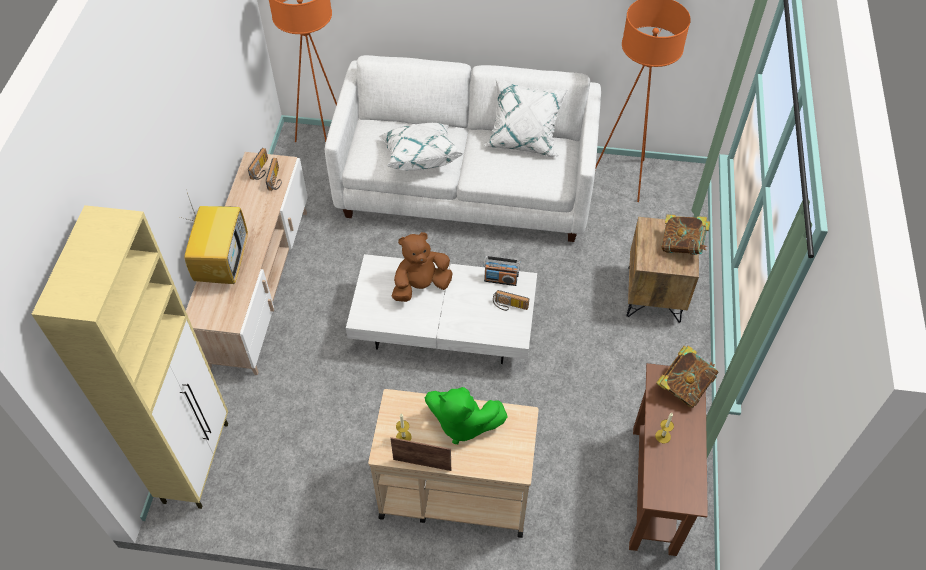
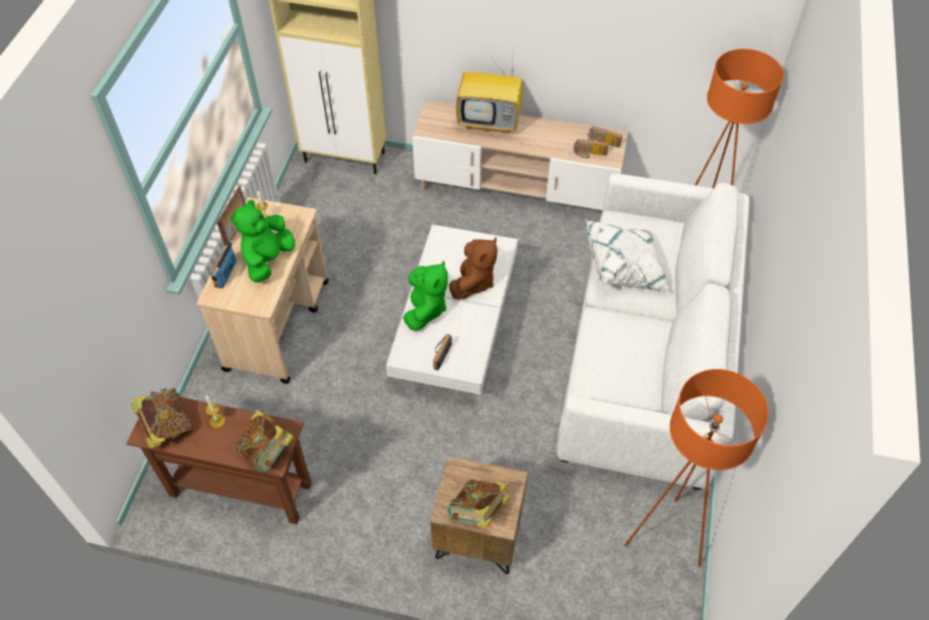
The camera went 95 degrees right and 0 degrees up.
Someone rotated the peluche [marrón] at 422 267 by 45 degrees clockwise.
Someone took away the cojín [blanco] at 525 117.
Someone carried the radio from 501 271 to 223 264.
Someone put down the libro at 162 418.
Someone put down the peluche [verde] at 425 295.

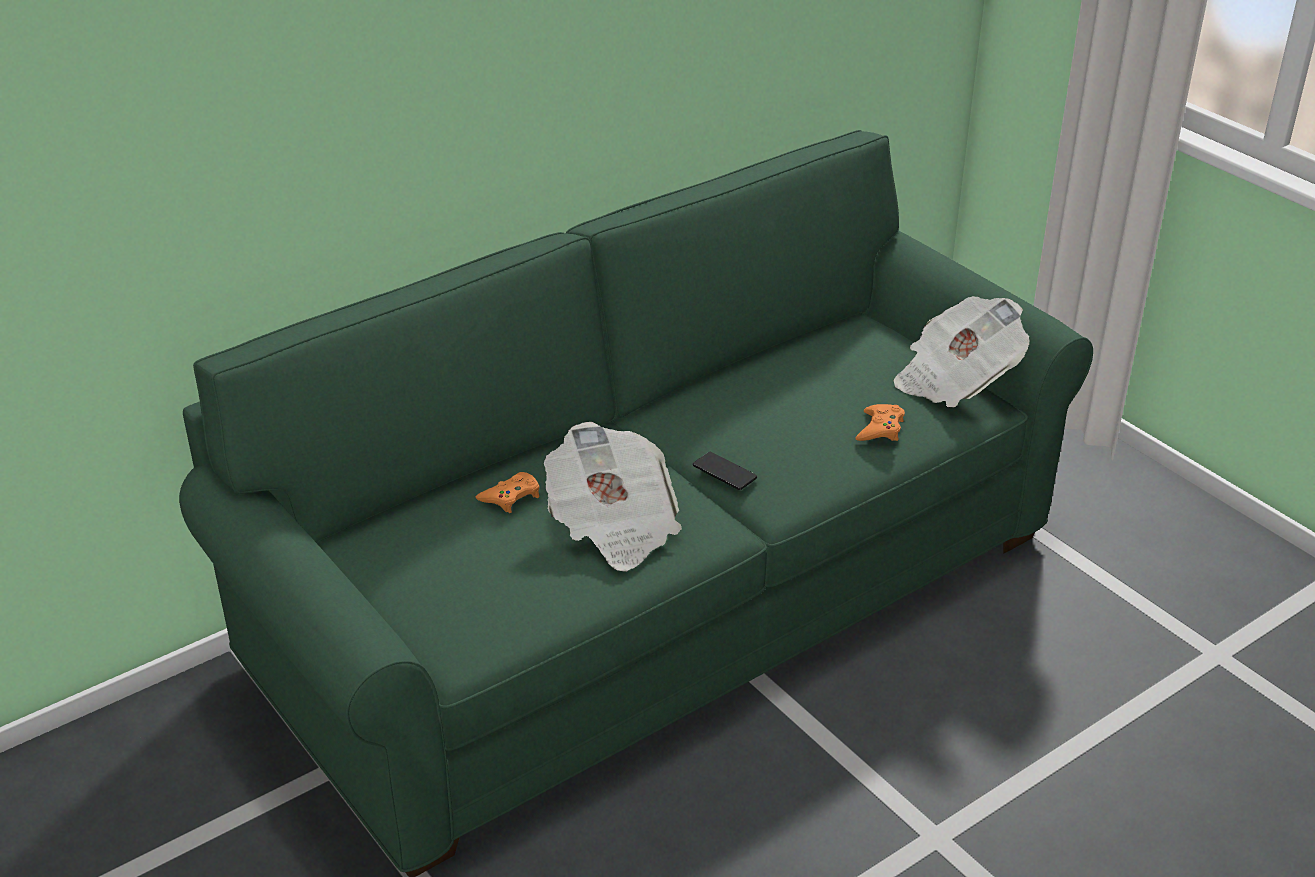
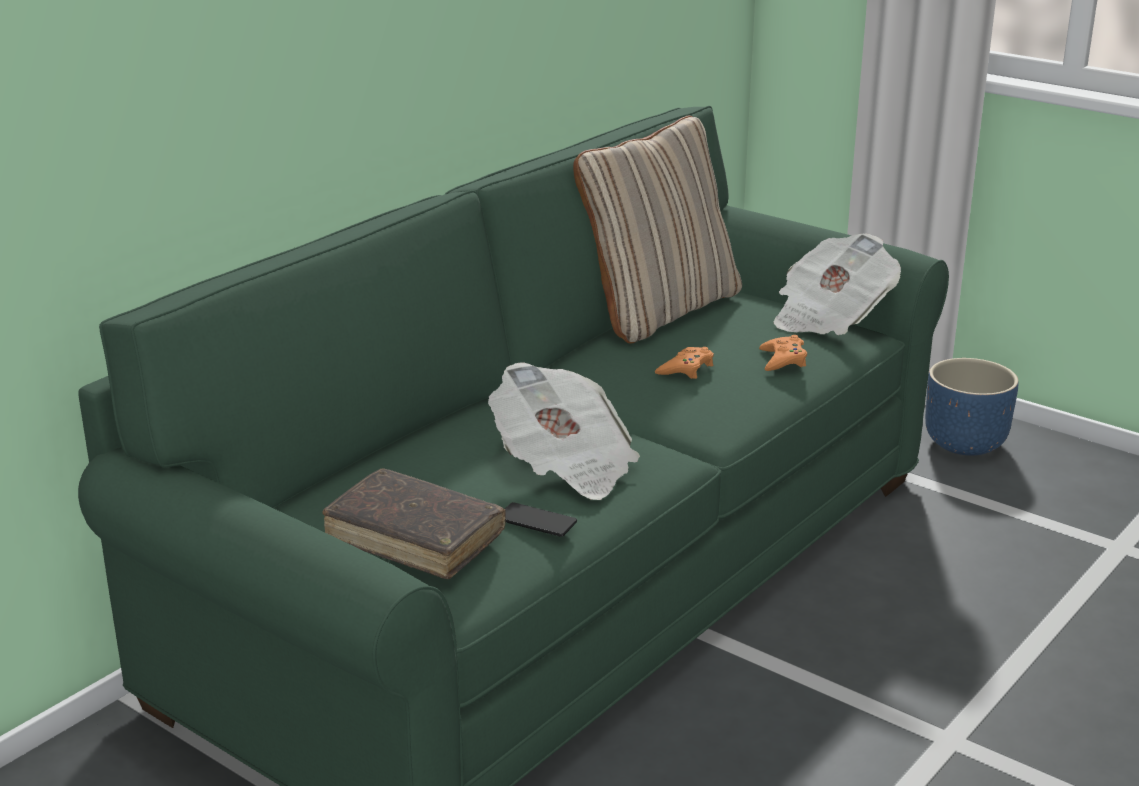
The camera went 15 degrees left and 10 degrees down.
Someone carried the mando de consola [naranja] from 507 492 to 684 363.
Someone carried the móvil from 725 471 to 541 519.
Someone put down the libro [marrón] at 414 523.
Someone put down the cojín [beis] at 657 230.
Someone put down the maceta [azul] at 972 407.

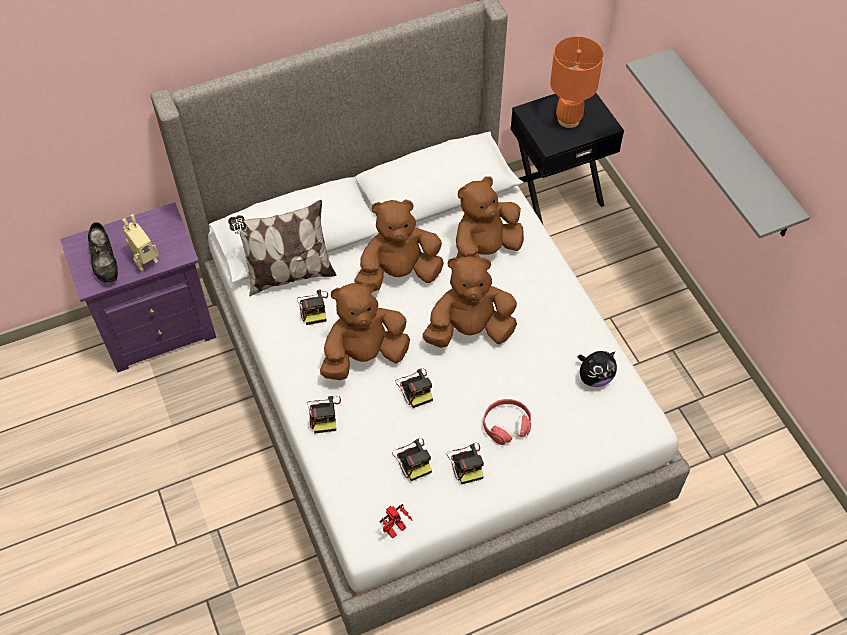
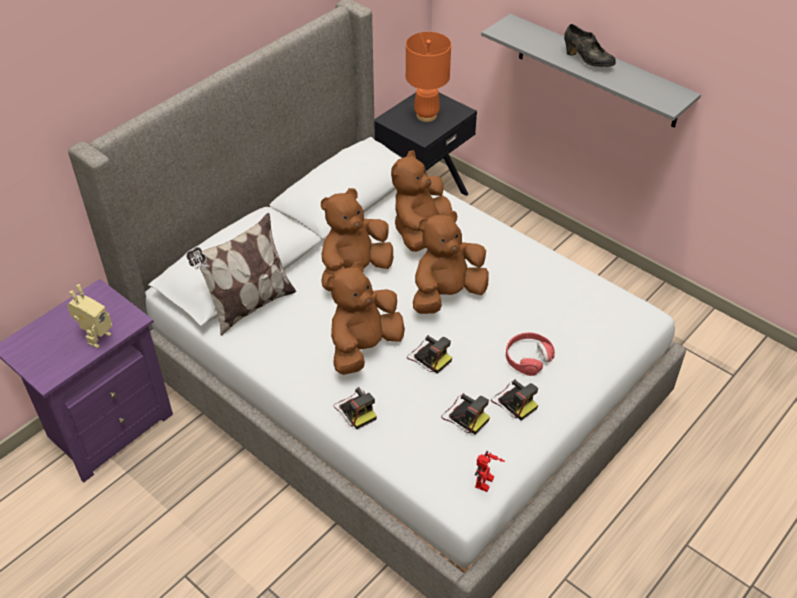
The camera went 25 degrees left and 10 degrees down.
Someone carried the zapato [negro] from 103 252 to 590 45.
Someone took away the cámara at 312 307.
Someone took away the peluche at 597 369.

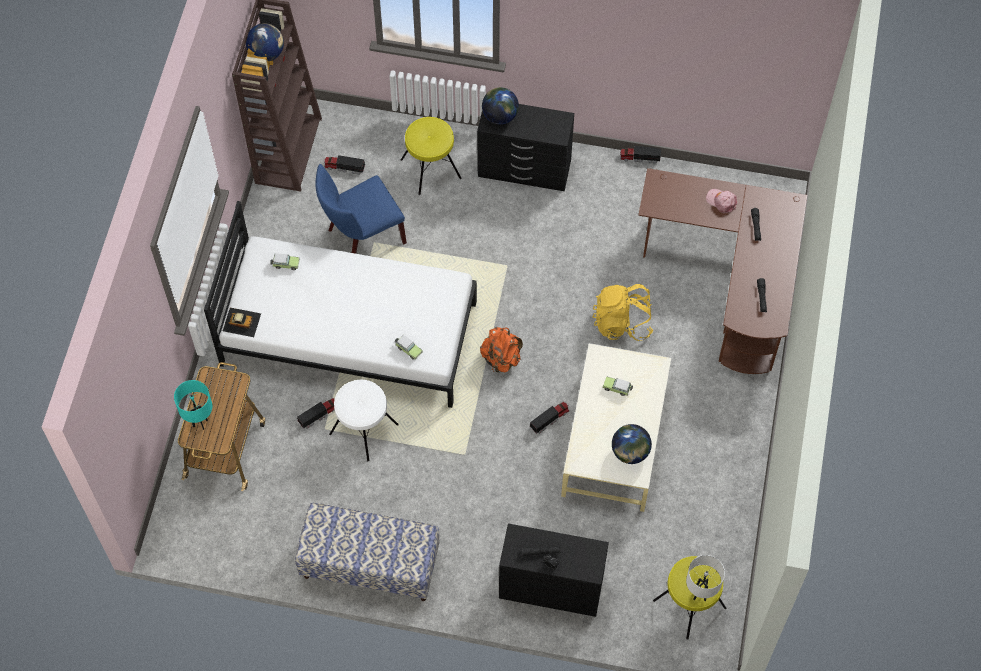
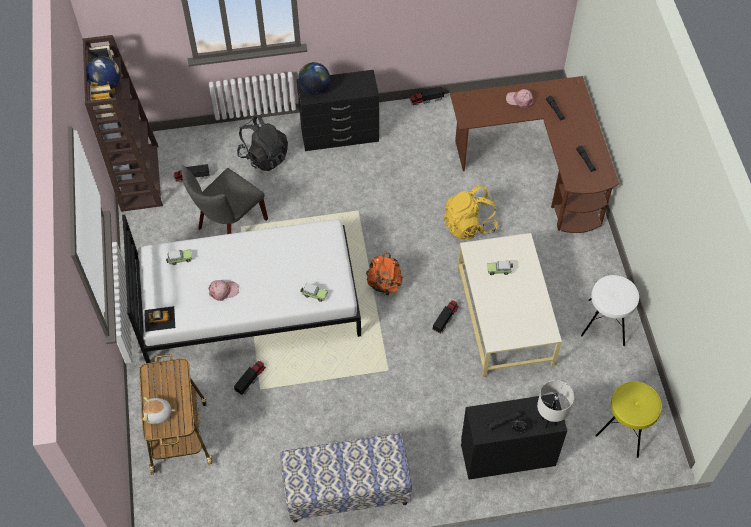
The camera went 20 degrees left and 5 degrees down.
Someone swapped the lámpara de mesa [turquesa] at 193 405 for the peluche at 159 410.
Someone repainted the silla [azul] at 361 209, which became the silla [gris] at 224 199.
Someone carried the taburete [blanco] from 364 420 to 610 310.
Someone swapped the taburete [amarillo] at 431 156 for the mochila [negro] at 262 143.
Someone took away the globo terráqueo at 632 444.
Someone carried the lámpara de mesa [blanco] from 705 578 to 555 404.
Someone put down the gorra [rosa] at 223 290.

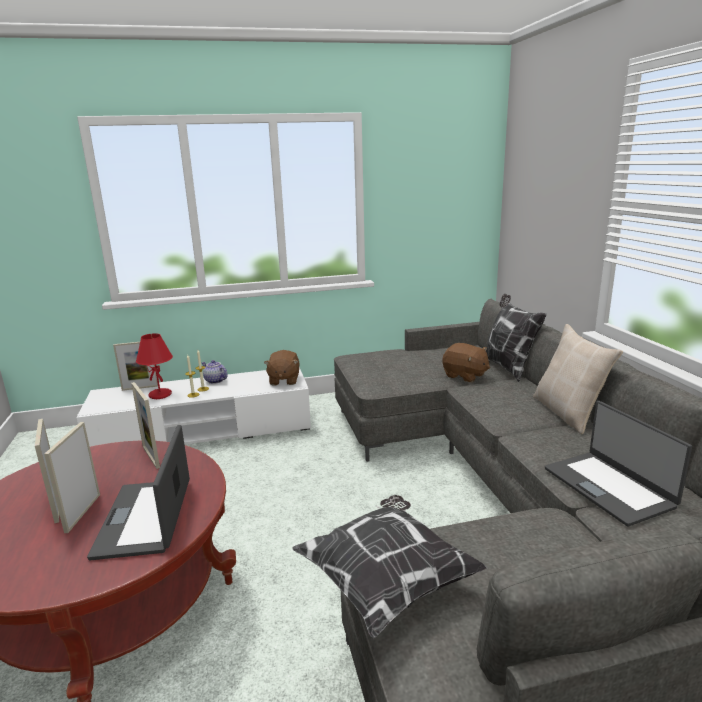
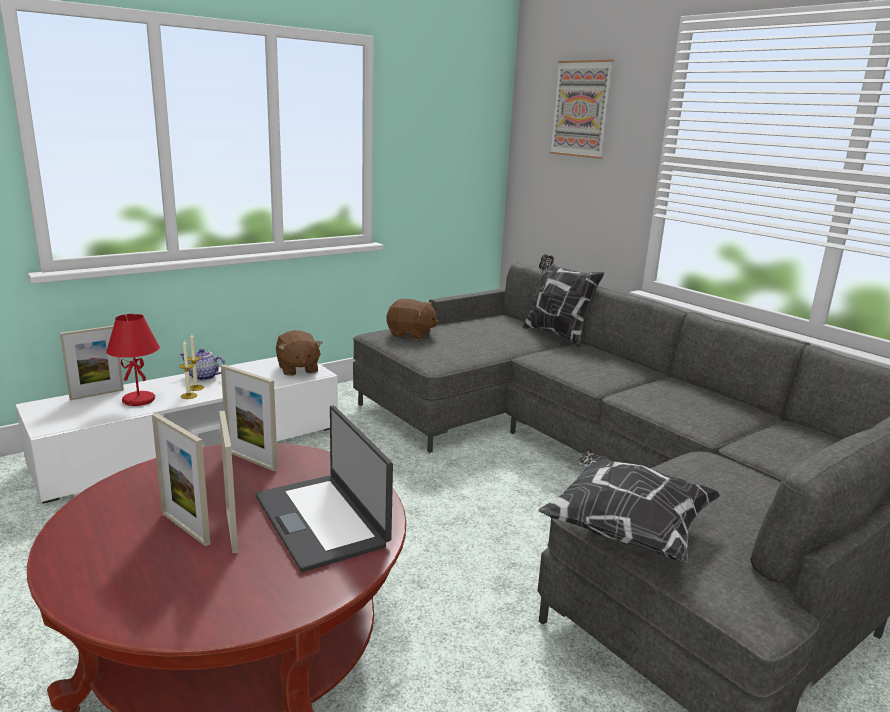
The camera went 25 degrees left and 0 degrees up.
Someone carried the peluche [marrón] from 466 362 to 412 319.
Someone took away the cojín [beis] at 578 379.
Someone took away the portátil at 618 464.
Someone put up the cuadro at 582 109.

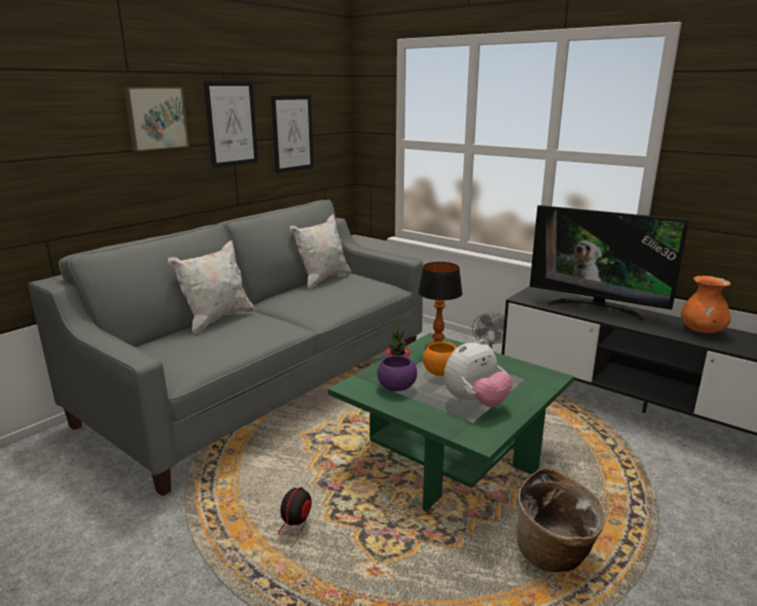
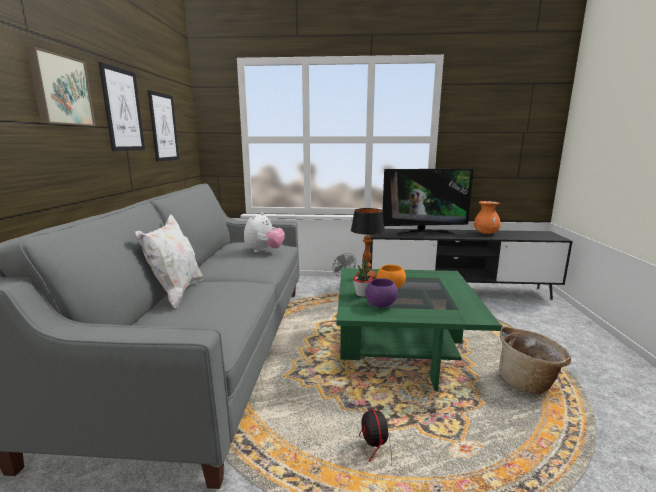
The camera went 35 degrees left and 5 degrees down.
Someone took away the cojín [blanco] at 320 251.
Someone carried the peluche from 478 373 to 264 232.

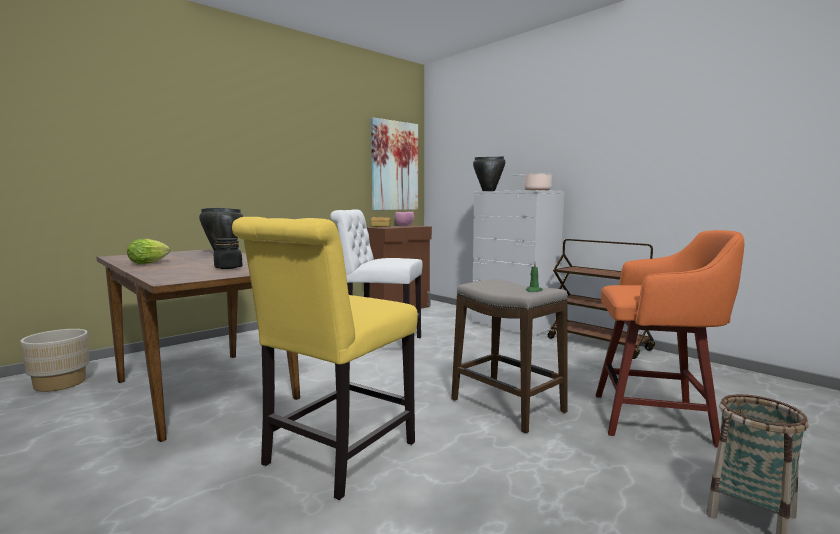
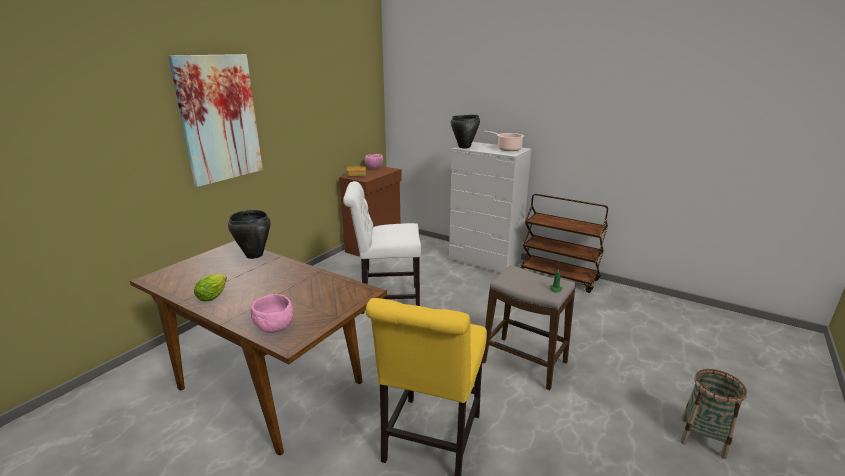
The camera went 15 degrees left and 15 degrees up.
Someone took away the maceta [beis] at 54 360.
Someone took away the tarro [negro] at 228 253.
Someone carried the cuadro from 394 163 to 215 120.
Someone took away the taburete [naranja] at 670 339.
Someone put down the cuenco [rosa] at 272 313.

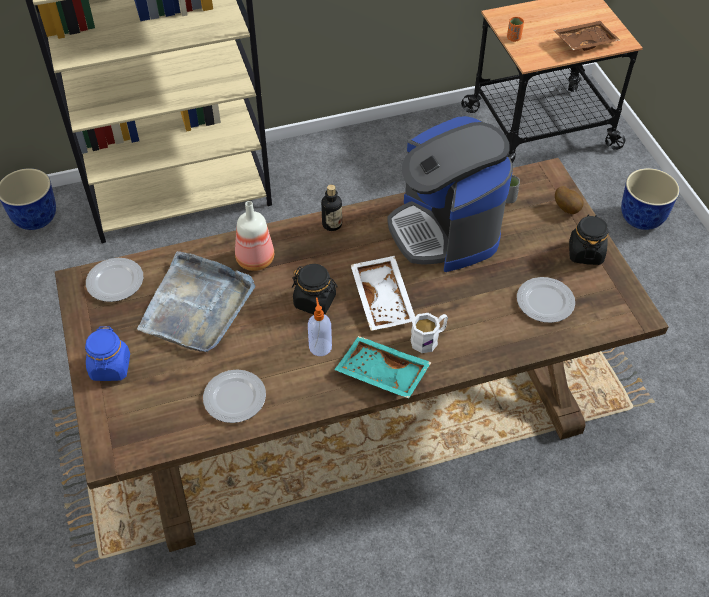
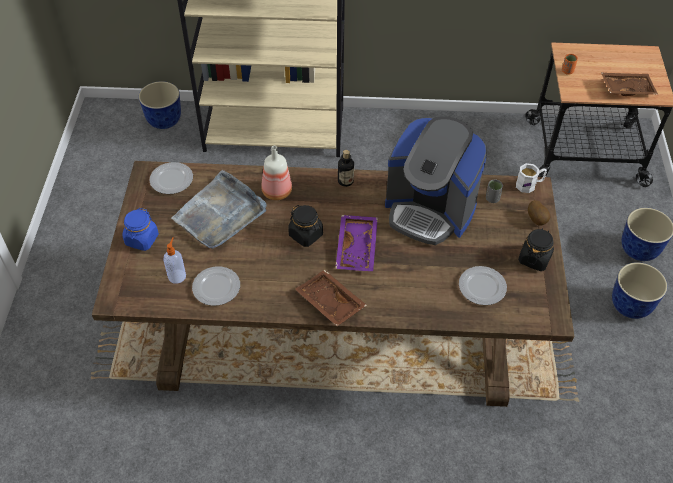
The camera went 20 degrees right and 0 degrees up.
Someone carried the dispensador de jabón from 320 326 to 174 260.
Someone repainted the bandeja [turquesa] at 383 367, which became the bandeja [marrón] at 331 298.
Someone repainted the bandeja [blanco] at 383 293, which became the bandeja [morado] at 356 243.
Someone rotated the cafetera at 450 194 by 60 degrees counterclockwise.
Someone carried the taza grande [blanco] from 429 333 to 531 178.
Someone put down the maceta at 639 290.

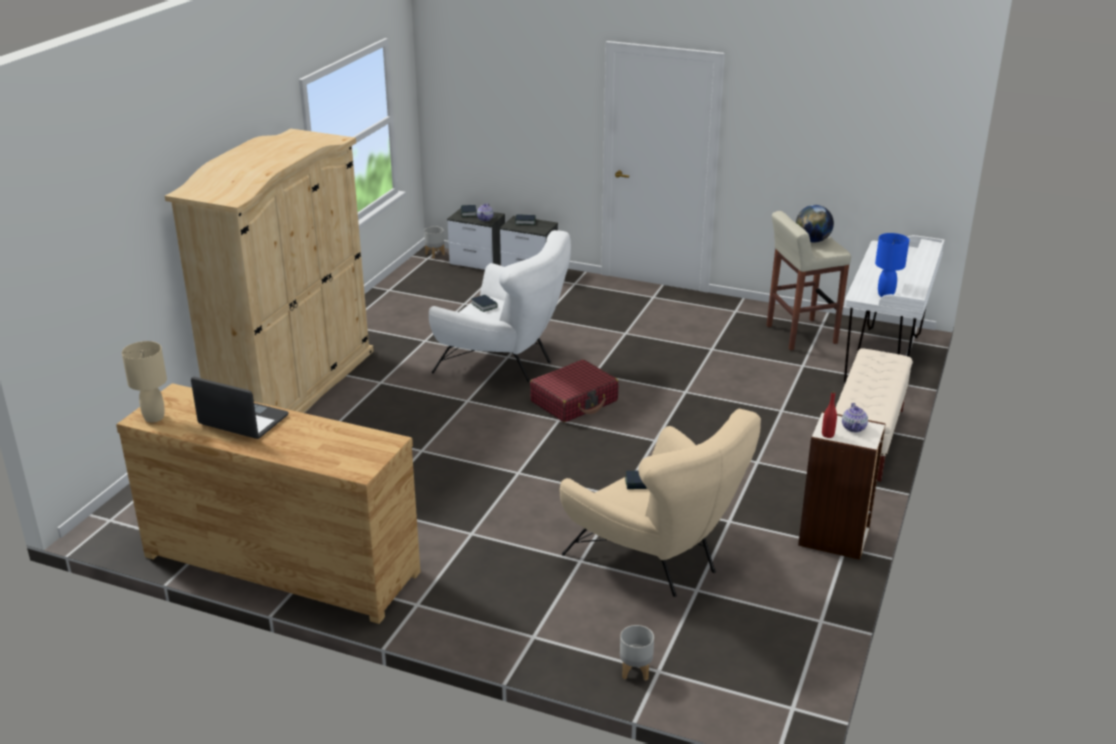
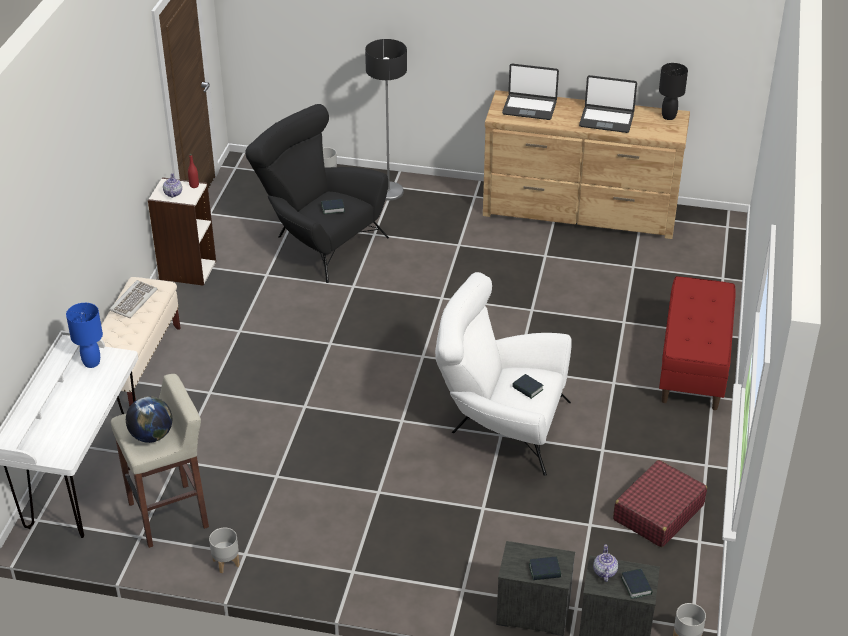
The camera went 170 degrees right and 10 degrees up.
Someone repainted the lámpara de mesa [beis] at 144 382, which became the lámpara de mesa [negro] at 673 91.
Someone swapped the armario ropero [beis] at 269 271 for the banco [rojo] at 697 343.
Someone carried the maleta [rojo] from 574 391 to 660 503.
Someone repainted the sillón [beis] at 660 503, which became the sillón [negro] at 317 193.
Someone put down the teclado at 133 299.
Someone put down the maceta [gris] at 224 551.
Someone put down the lámpara de pie at 386 120.
Someone put down the portátil at 530 92.

